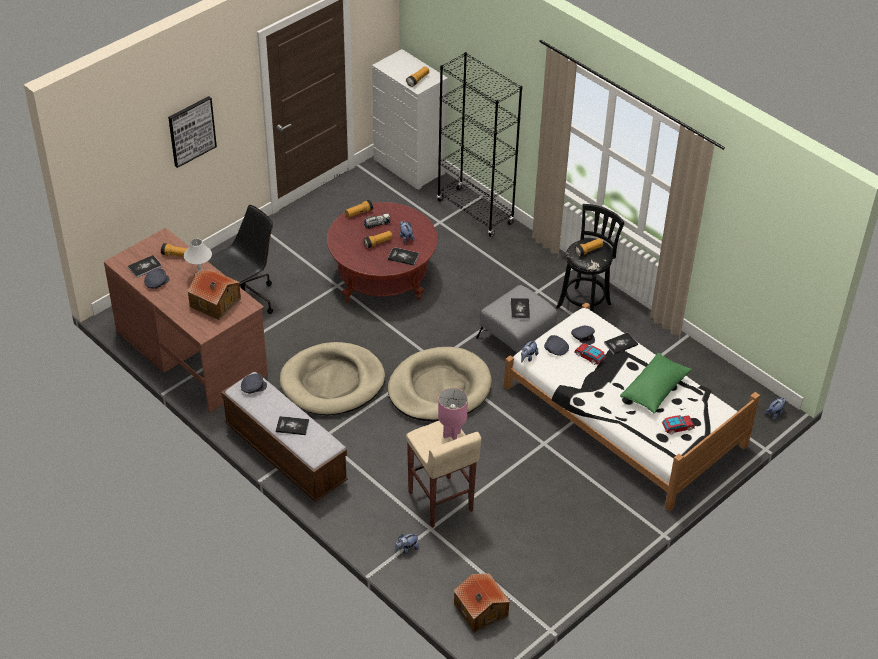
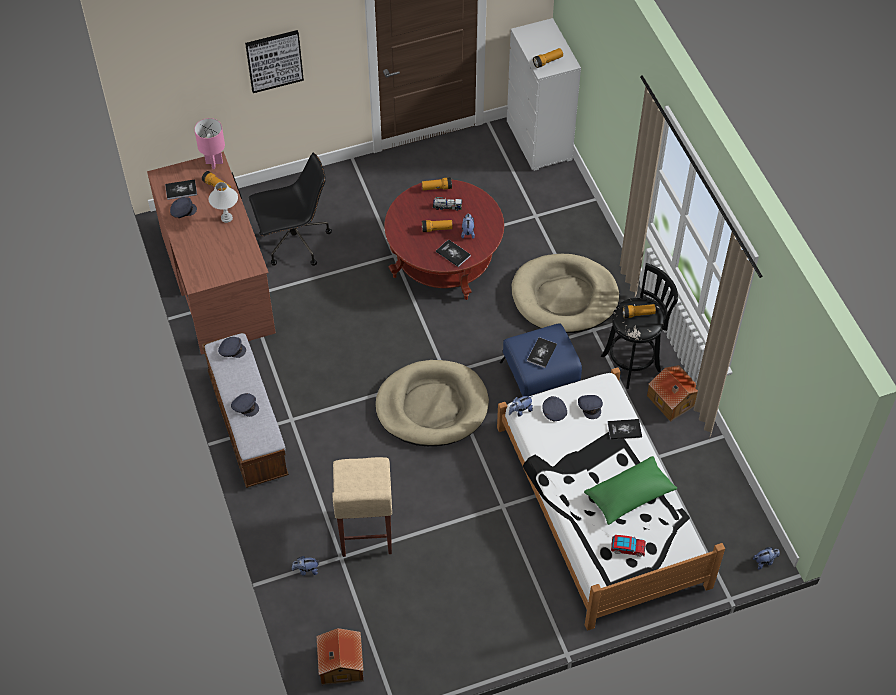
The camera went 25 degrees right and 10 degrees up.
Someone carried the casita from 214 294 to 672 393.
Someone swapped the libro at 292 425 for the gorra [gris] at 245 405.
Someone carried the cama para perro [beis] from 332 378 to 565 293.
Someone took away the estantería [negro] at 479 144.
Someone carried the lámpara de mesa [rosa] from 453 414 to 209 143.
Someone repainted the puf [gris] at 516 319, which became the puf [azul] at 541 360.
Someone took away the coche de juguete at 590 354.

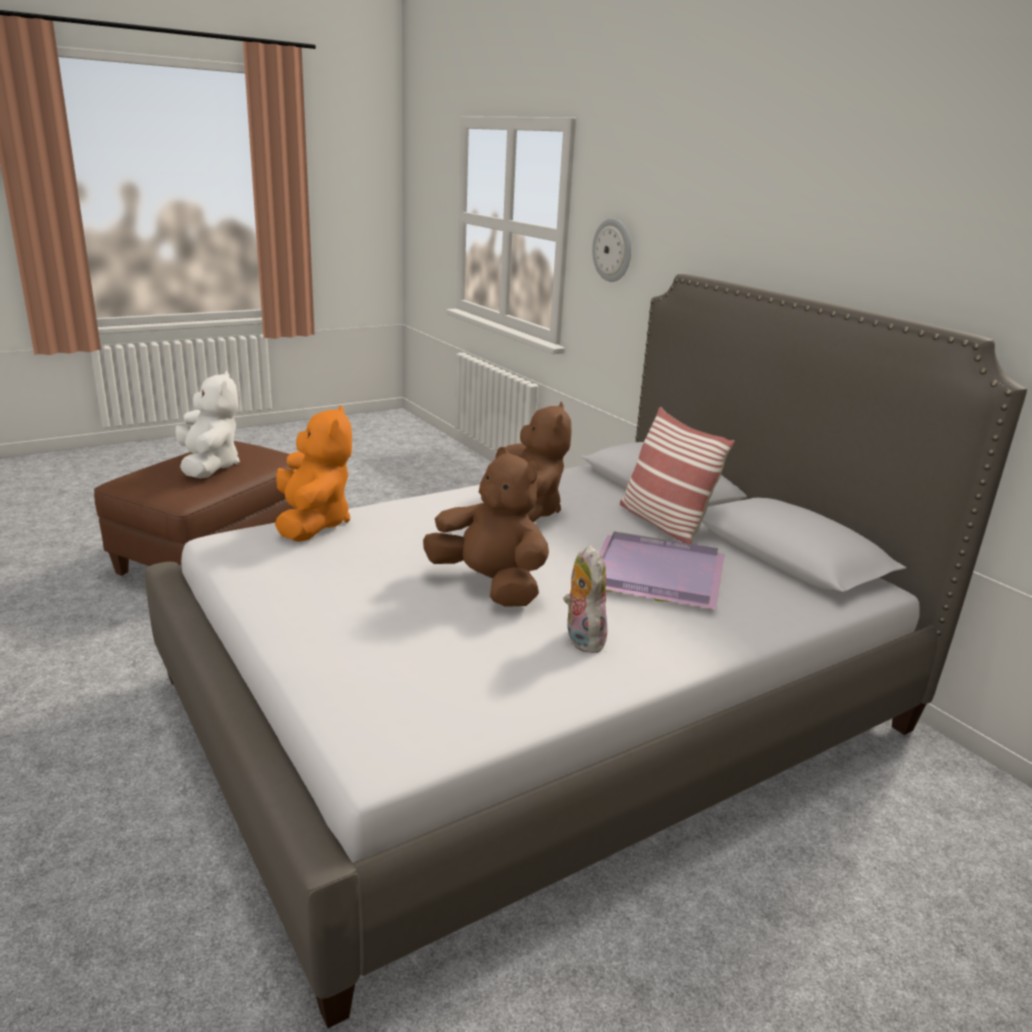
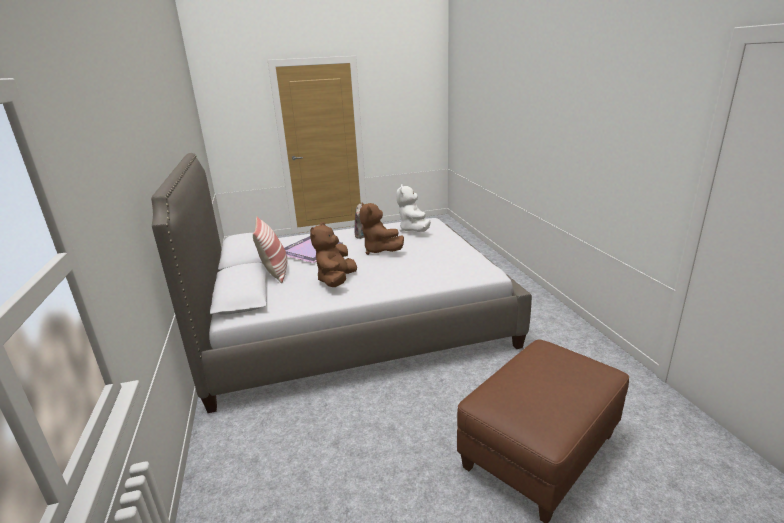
The camera went 160 degrees left and 0 degrees up.
Someone carried the peluche [blanco] from 207 425 to 413 208.
Someone took away the peluche [naranja] at 313 473.
Someone took away the reloj de pared at 611 250.

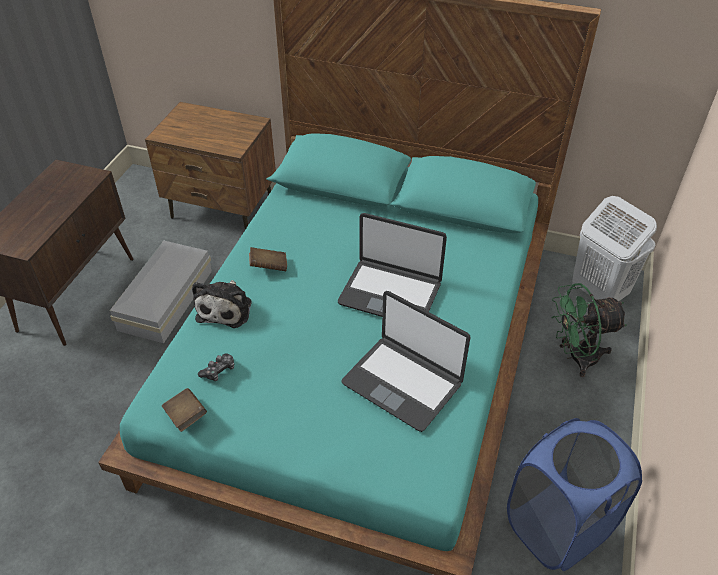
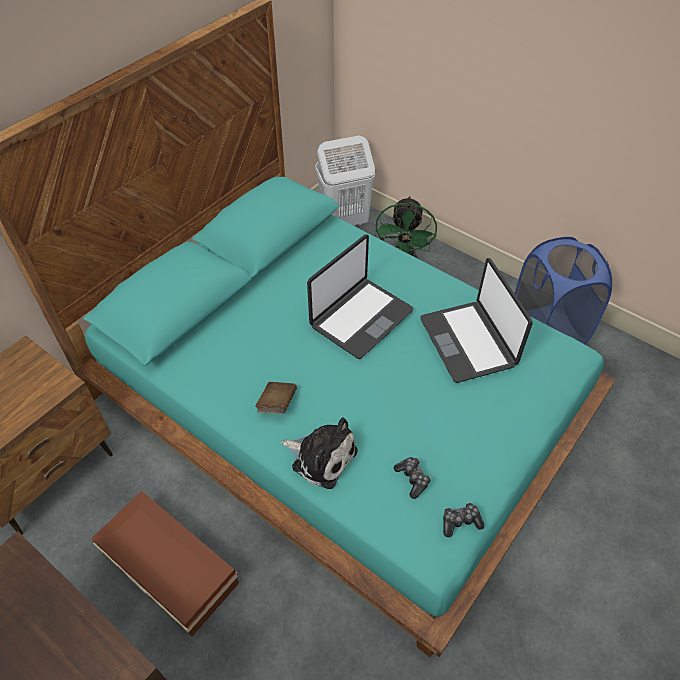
The camera went 70 degrees left and 5 degrees up.
Someone repainted the caja de almacenaje [blanco] at 161 291, which became the caja de almacenaje [marrón] at 165 564.
Someone swapped the libro [marrón] at 184 410 for the mando de consola at 463 519.
Someone rotated the portátil at 406 361 by 105 degrees clockwise.

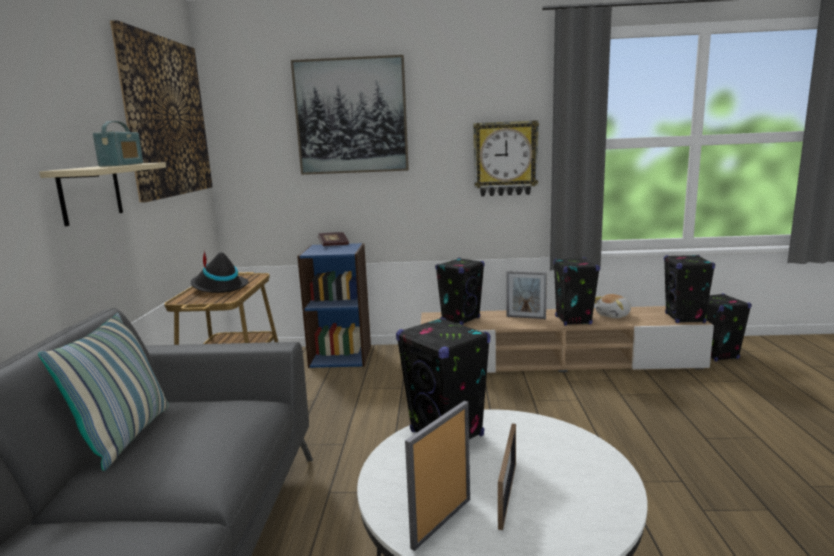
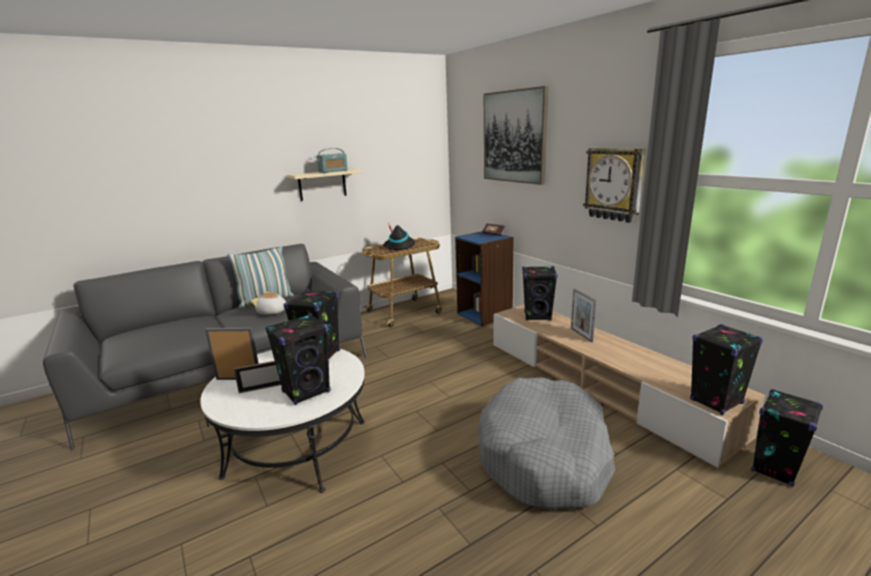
The camera went 55 degrees right and 5 degrees up.
Someone took away the cuadro at 161 111.
Someone carried the altavoz [negro] from 577 291 to 298 359.
Someone carried the peluche from 613 306 to 268 303.
Someone put down the cama para perro [gris] at 546 443.

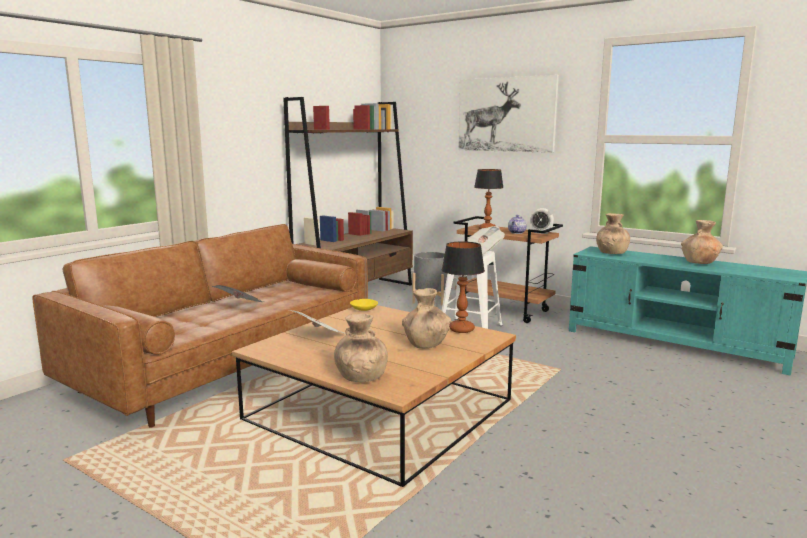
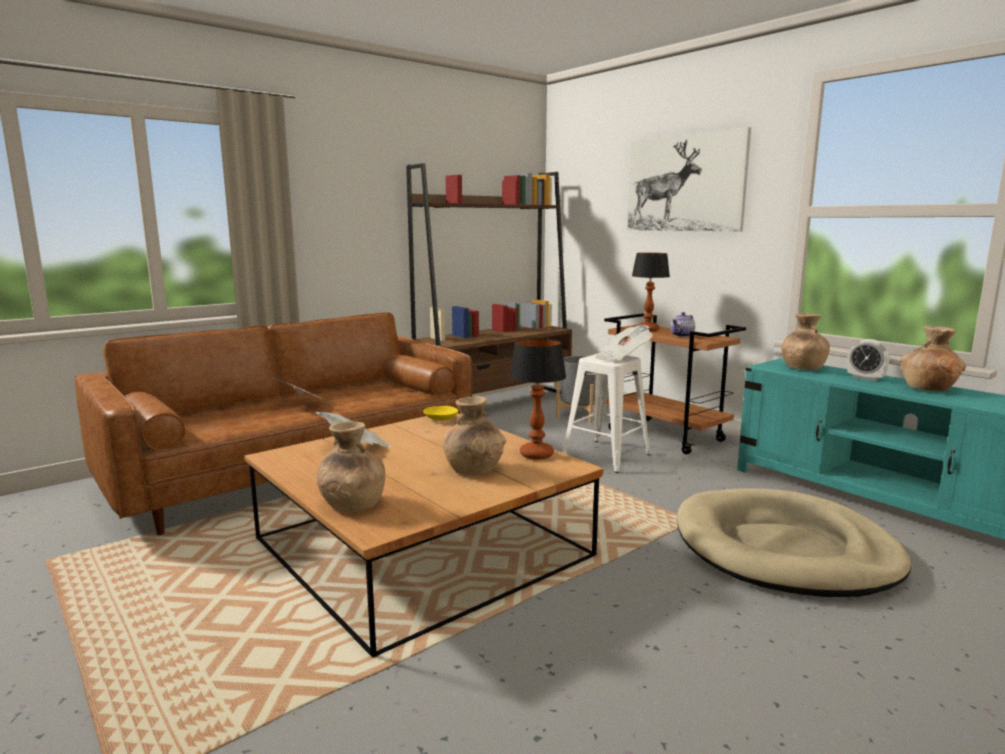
The camera went 15 degrees right and 0 degrees up.
Someone carried the despertador from 542 221 to 868 360.
Someone put down the cama para perro [beis] at 794 542.

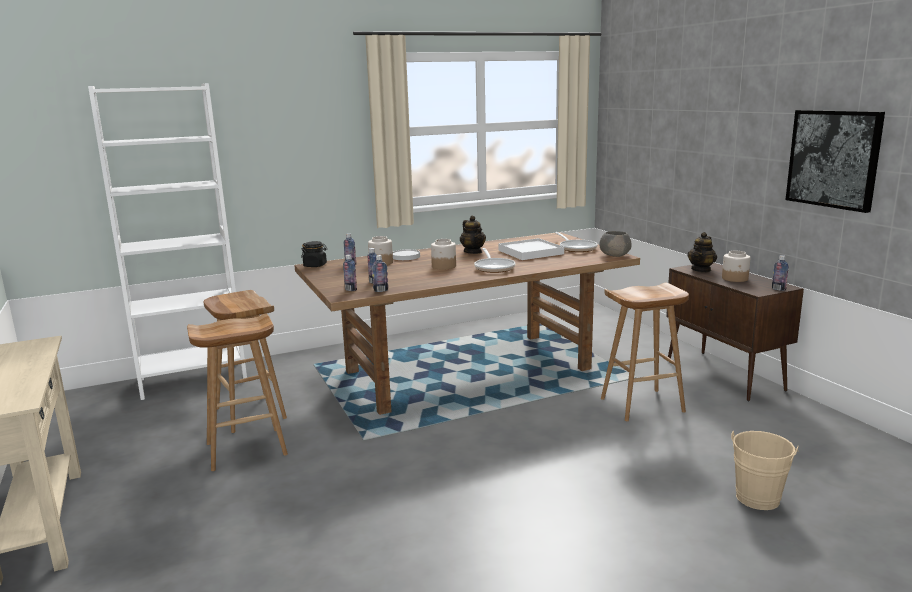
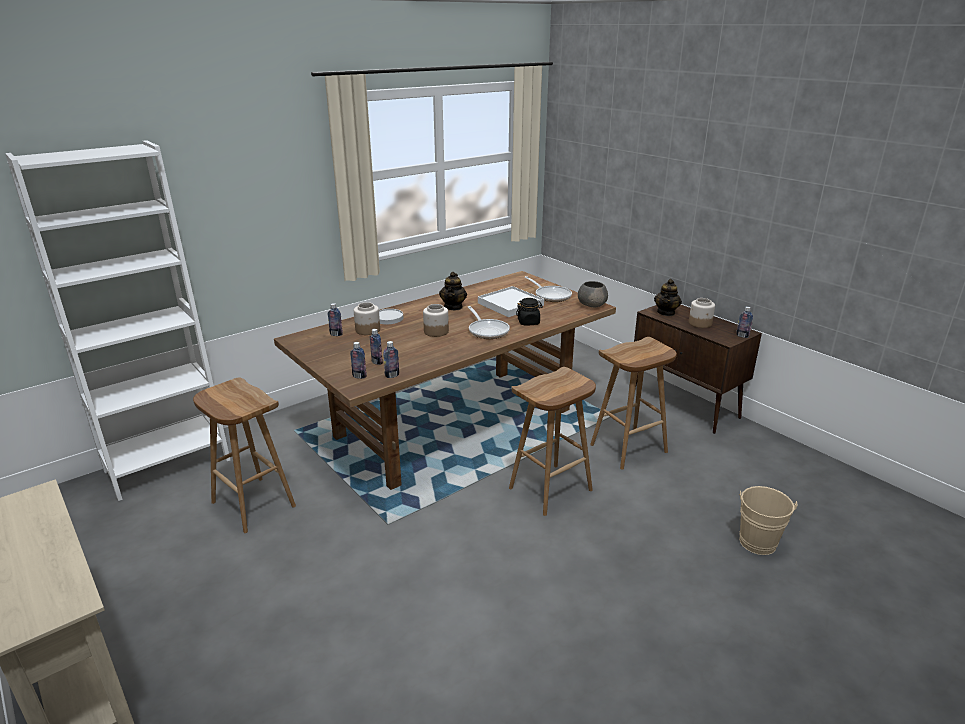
The camera went 15 degrees left and 10 degrees up.
Someone carried the taburete [marrón] from 237 392 to 552 441.
Someone carried the tarro [negro] from 314 254 to 529 311.
Someone rotated the tetera at 473 235 by 45 degrees clockwise.
Someone took away the cuadro at 835 161.

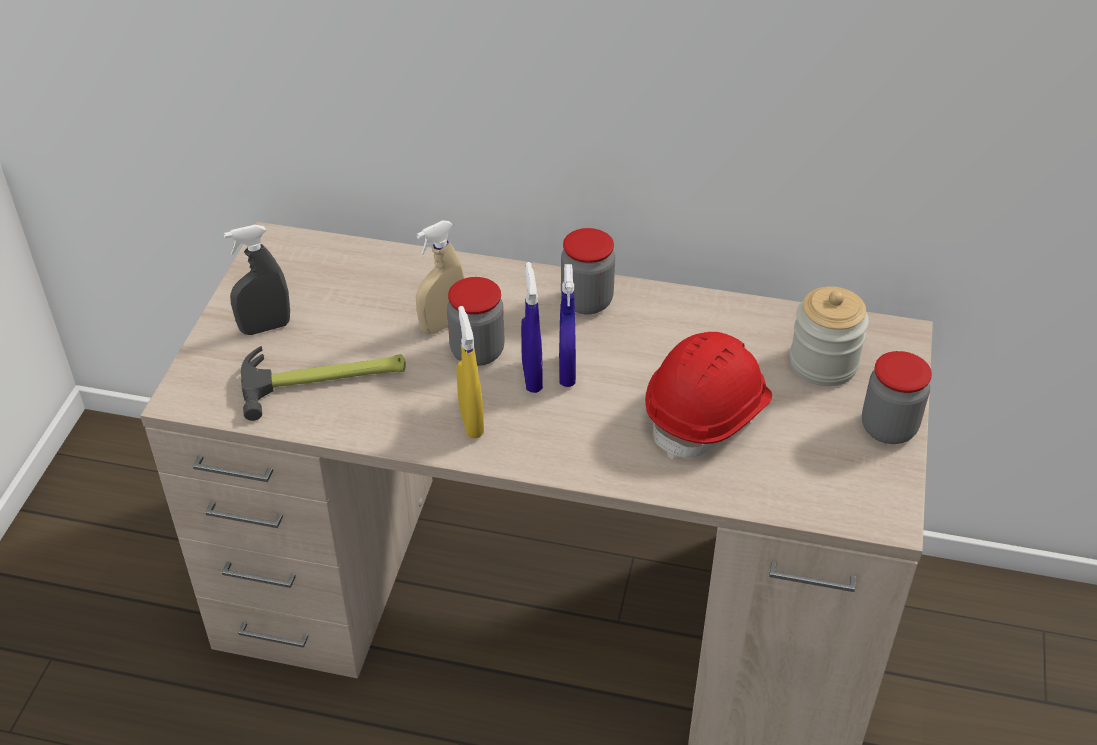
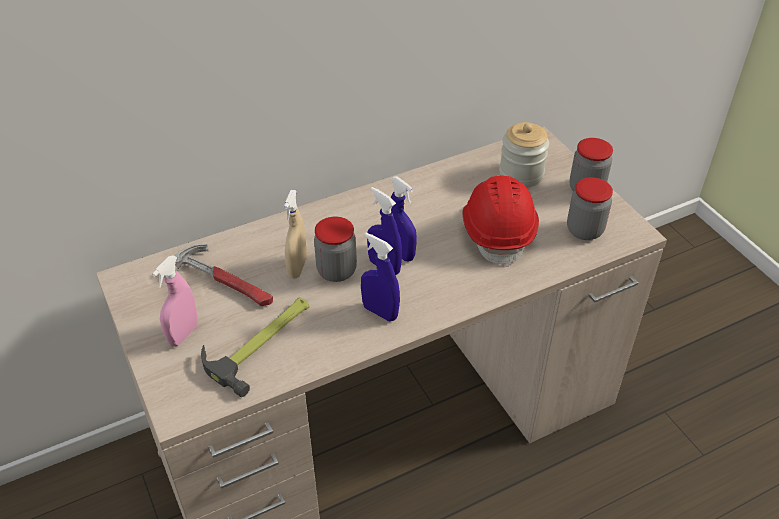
The camera went 40 degrees left and 0 degrees up.
Someone repainted the pulverizador [gris] at 257 279, which became the pulverizador [rosa] at 175 301.
Someone repainted the pulverizador [amarillo] at 470 372, which became the pulverizador [azul] at 380 277.
Someone carried the tarro from 588 271 to 590 208.
Someone put down the martillo at 223 275.

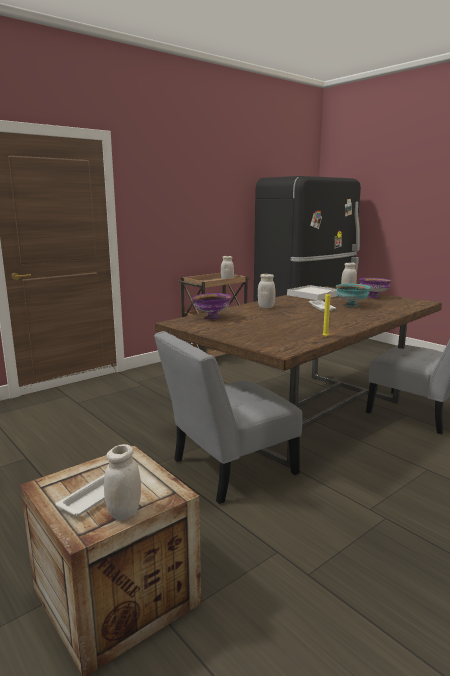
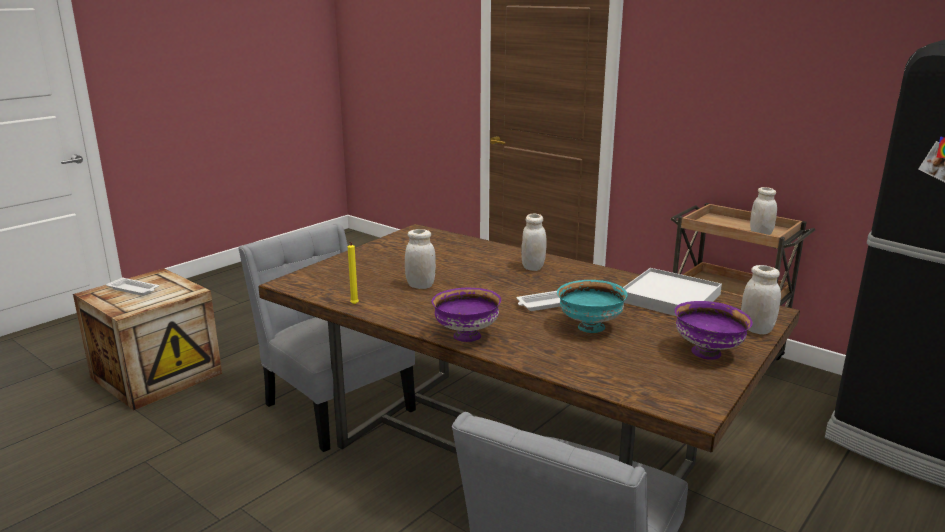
The camera went 80 degrees right and 5 degrees up.
Someone carried the tarro [blanco] from 122 482 to 420 259.
Someone carried the cuenco [morado] from 212 306 to 466 315.

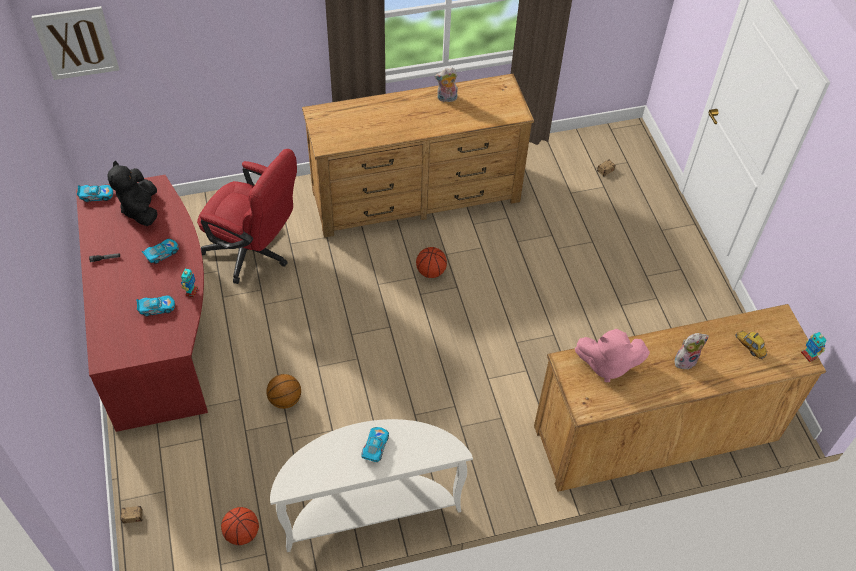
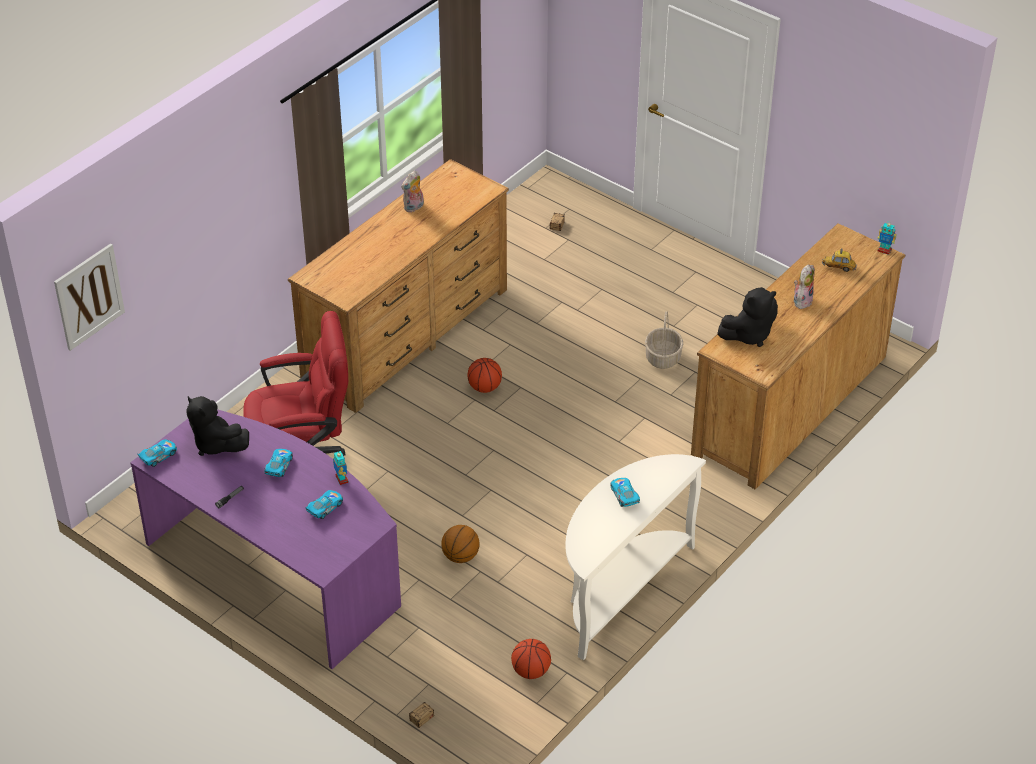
The camera went 35 degrees left and 10 degrees down.
Someone repainted the escritorio [rojo] at 142 303, which became the escritorio [morado] at 265 539.
Someone repainted the peluche [rosa] at 612 355, which became the peluche [negro] at 747 317.
Someone put down the cesta at 664 340.

